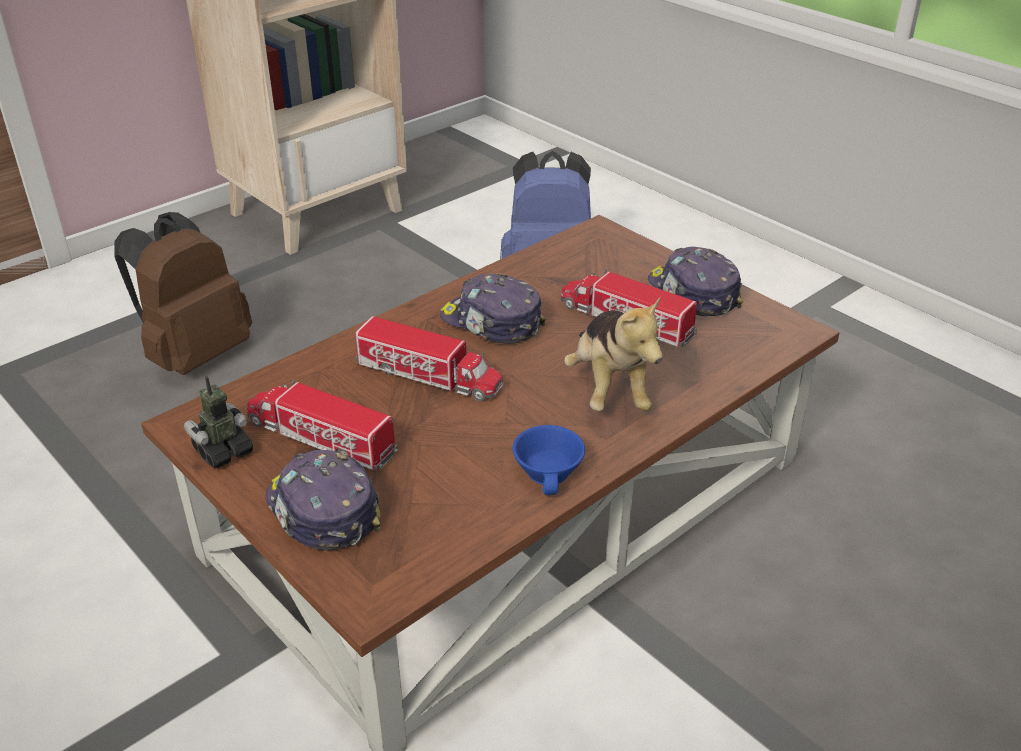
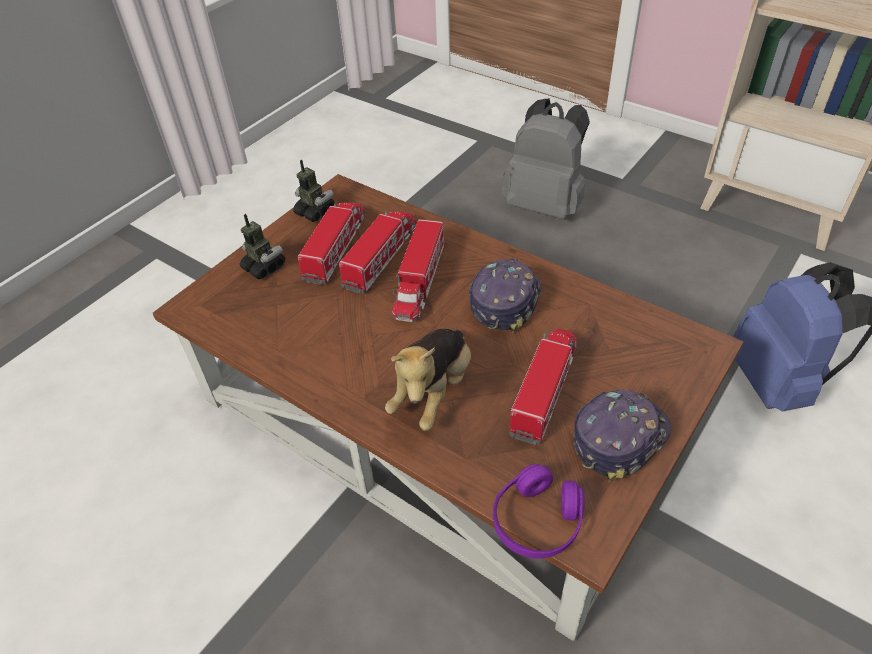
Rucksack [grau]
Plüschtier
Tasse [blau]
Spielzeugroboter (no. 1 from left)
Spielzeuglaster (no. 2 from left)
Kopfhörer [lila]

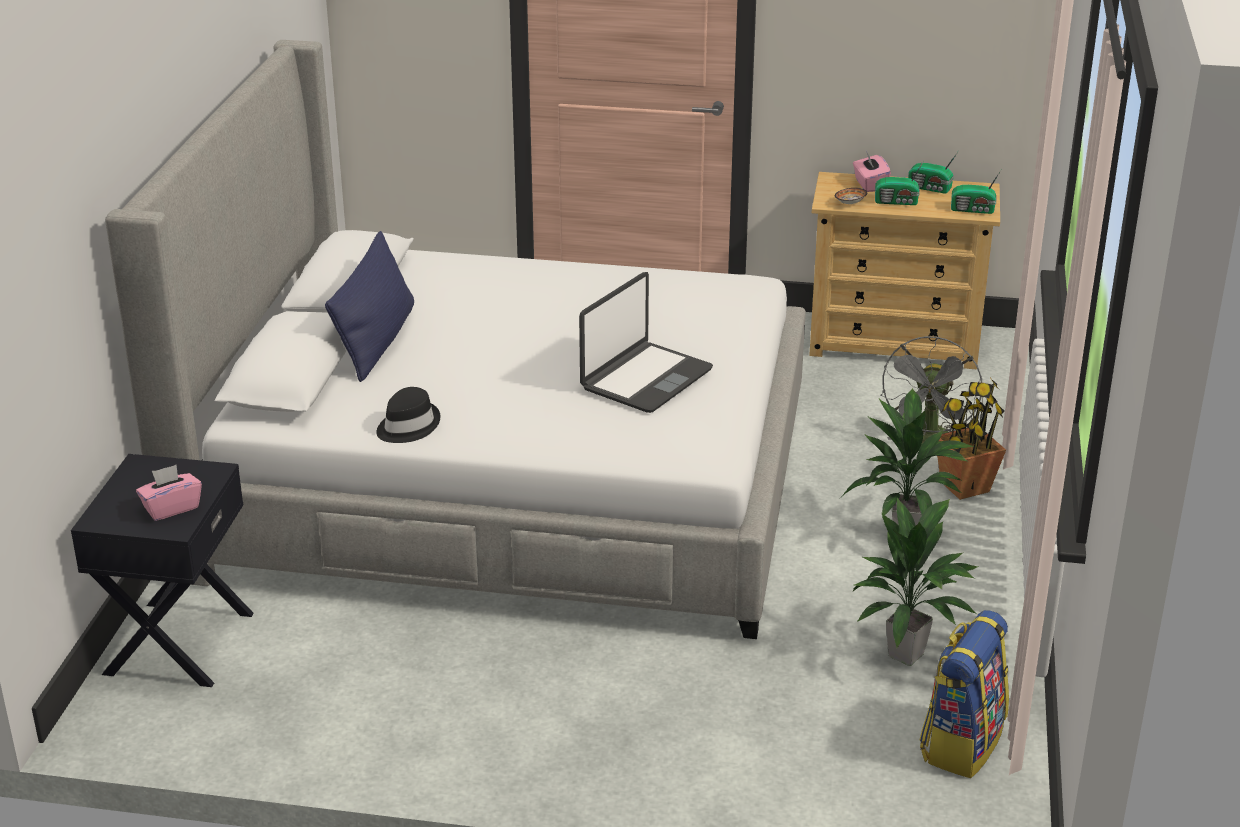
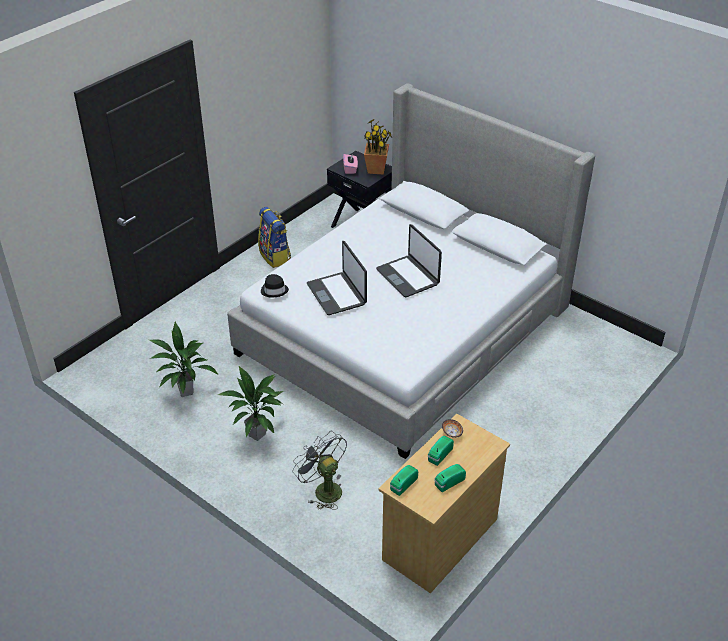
Taschentuchbox [rosa] (no. 2 from left in the first image)
Kissen [blau]
Topfpflanze (no. 3 from left)
Hut [schwarz]
Rucksack
Laptop (no. 2 from left)

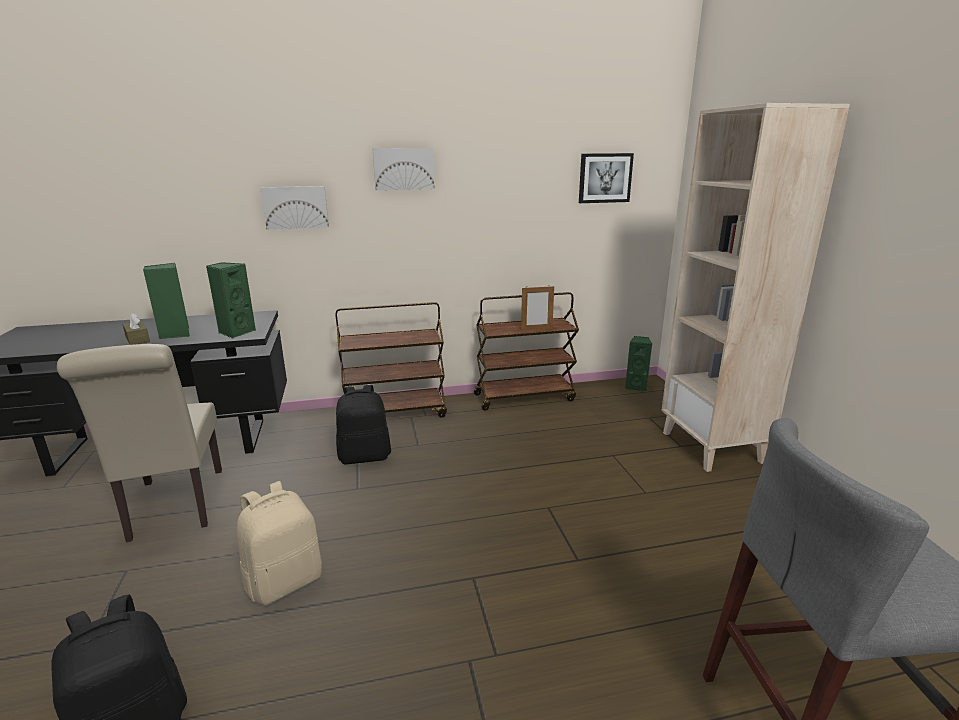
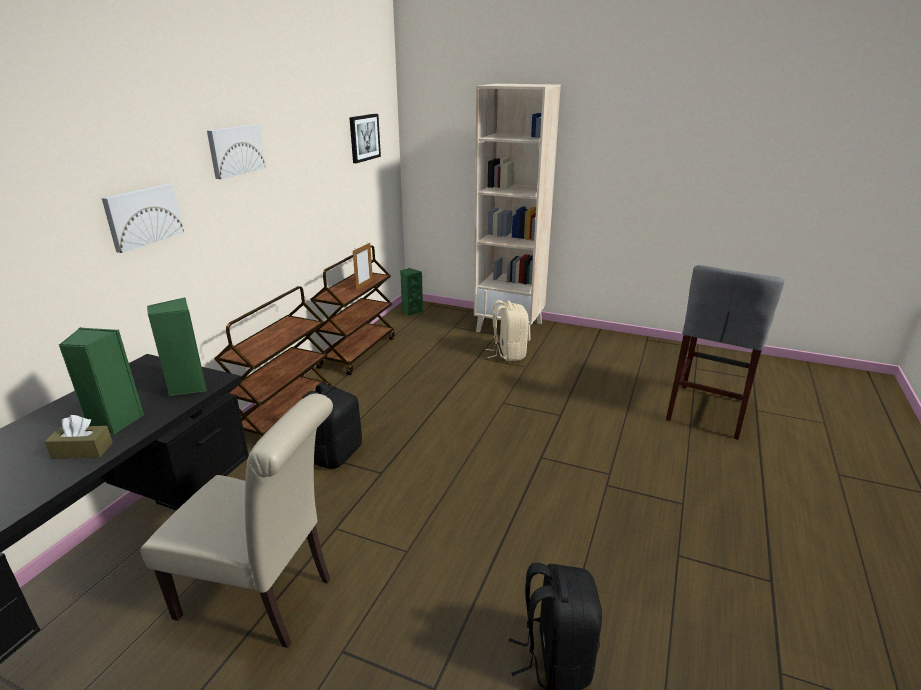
Rucksack [beige]

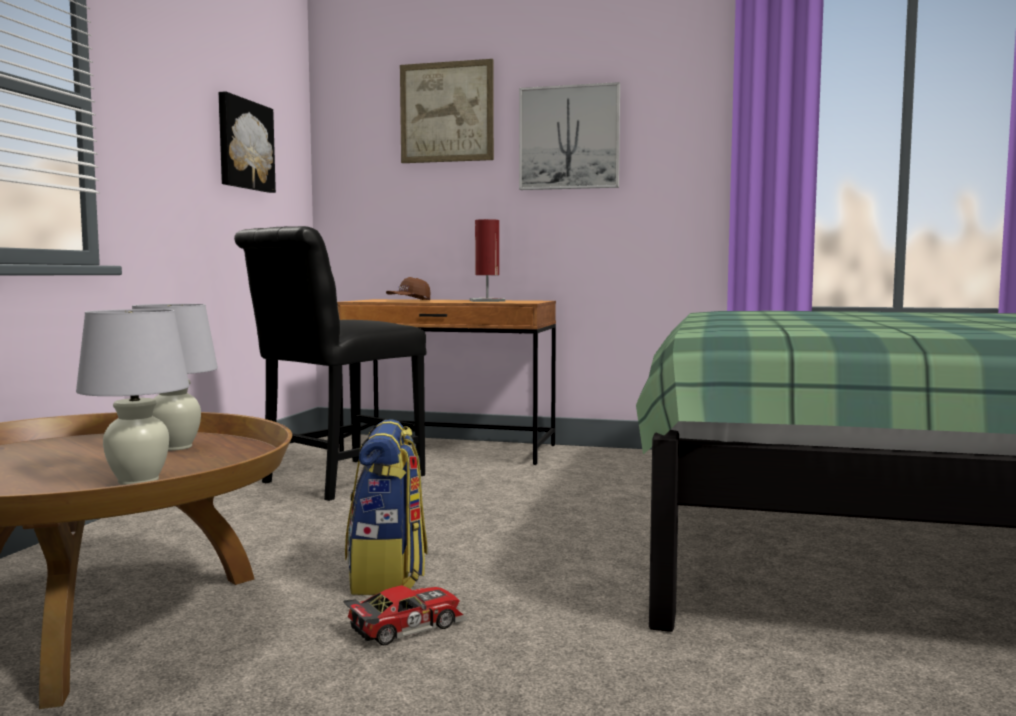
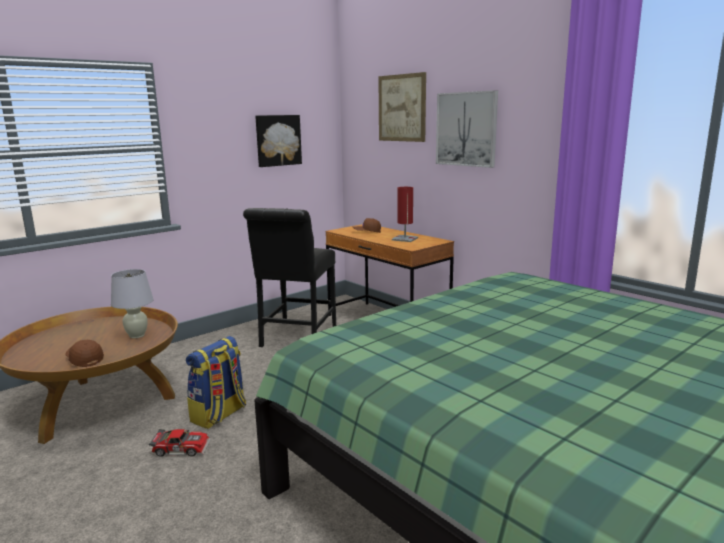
Stuhl [schwarz]
Kappe [braun] (no. 1 from left)

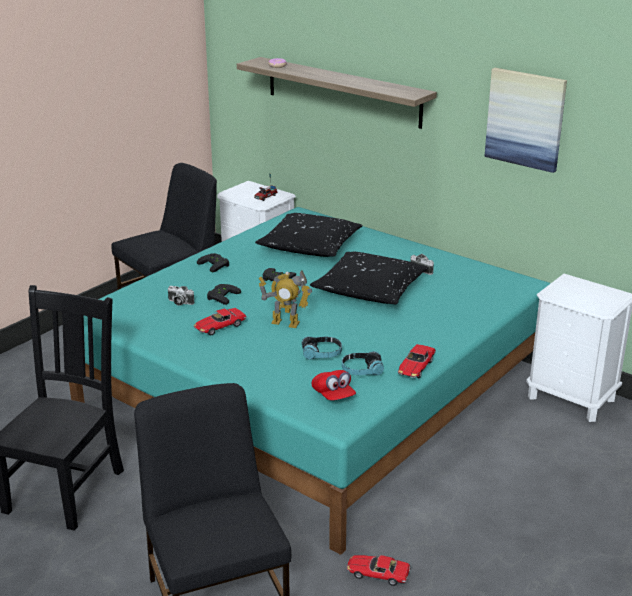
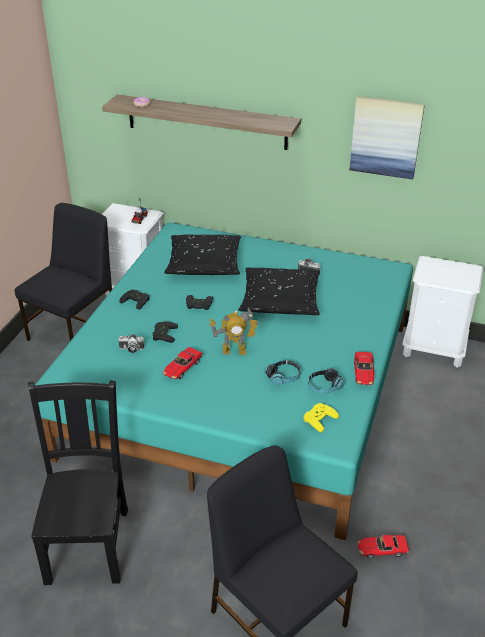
Gamepad [gelb]

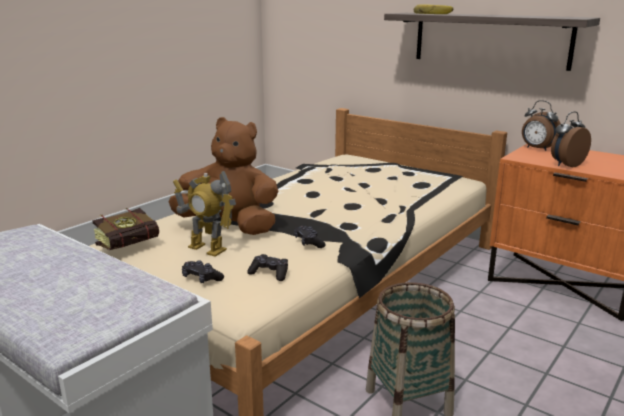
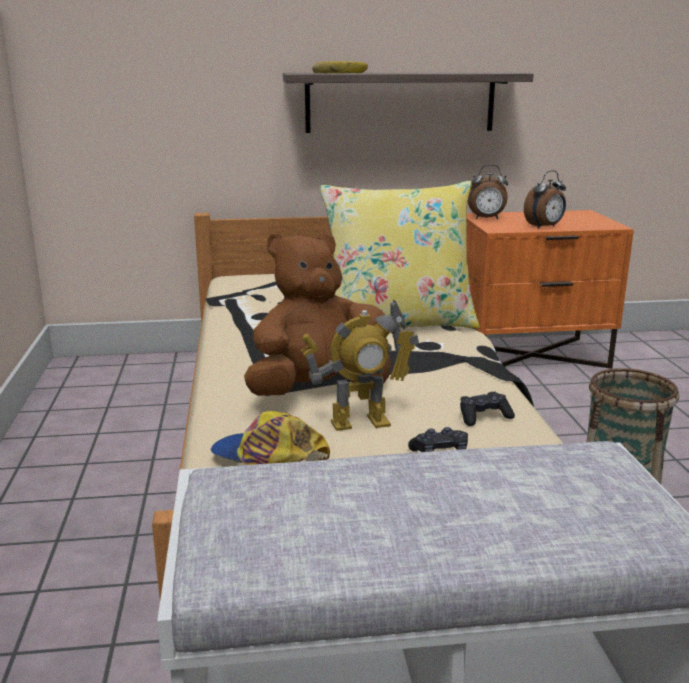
Wecker (no. 2 from left)
Kappe
Gamepad [schwarz] (no. 3 from left in the first image)
Kissen [gelb]

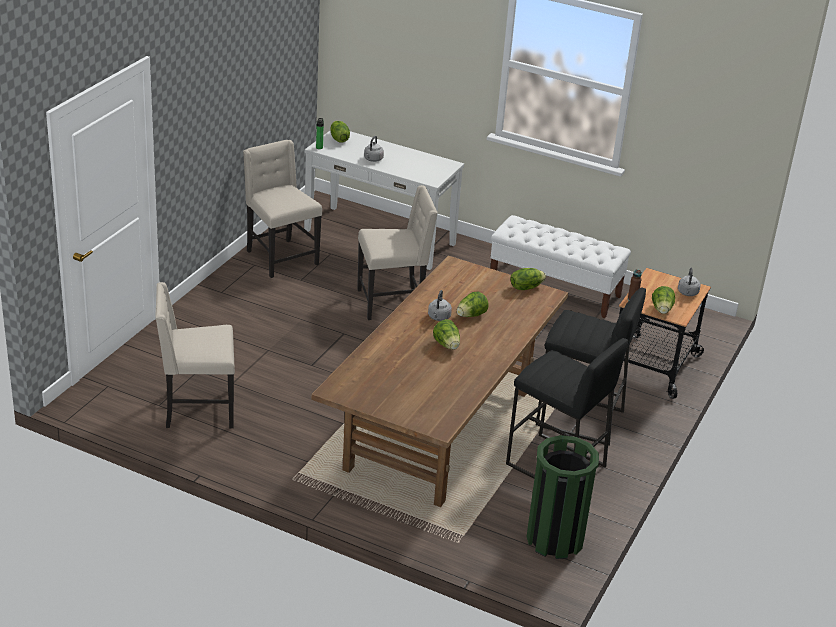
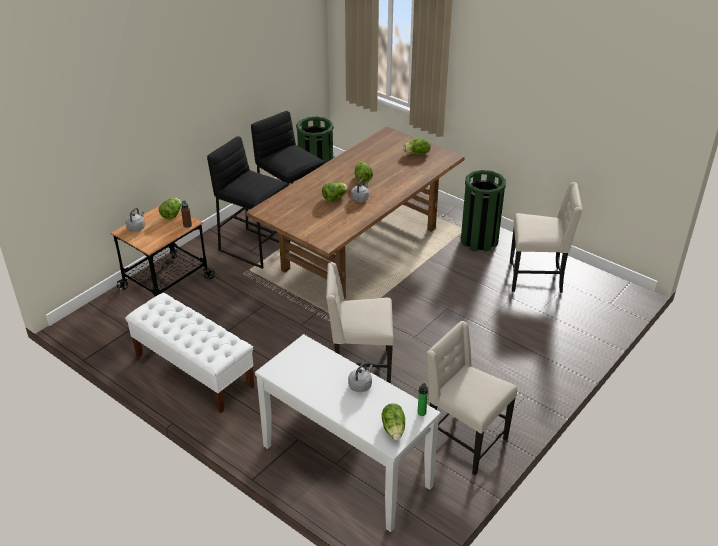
Stuhl [beige] (no. 2 from left)
Salatkopf (no. 5 from left)
Mülleimer [grün] (no. 2 from left)

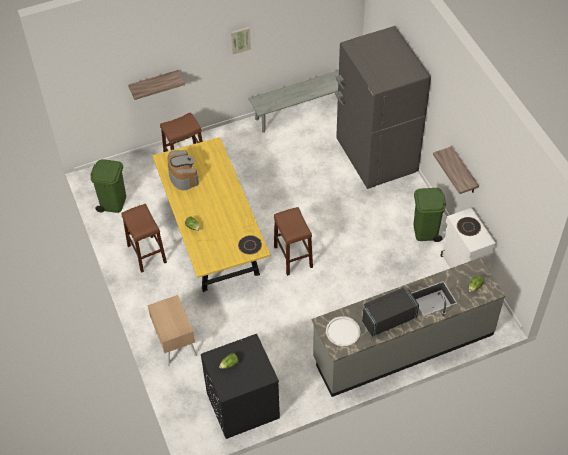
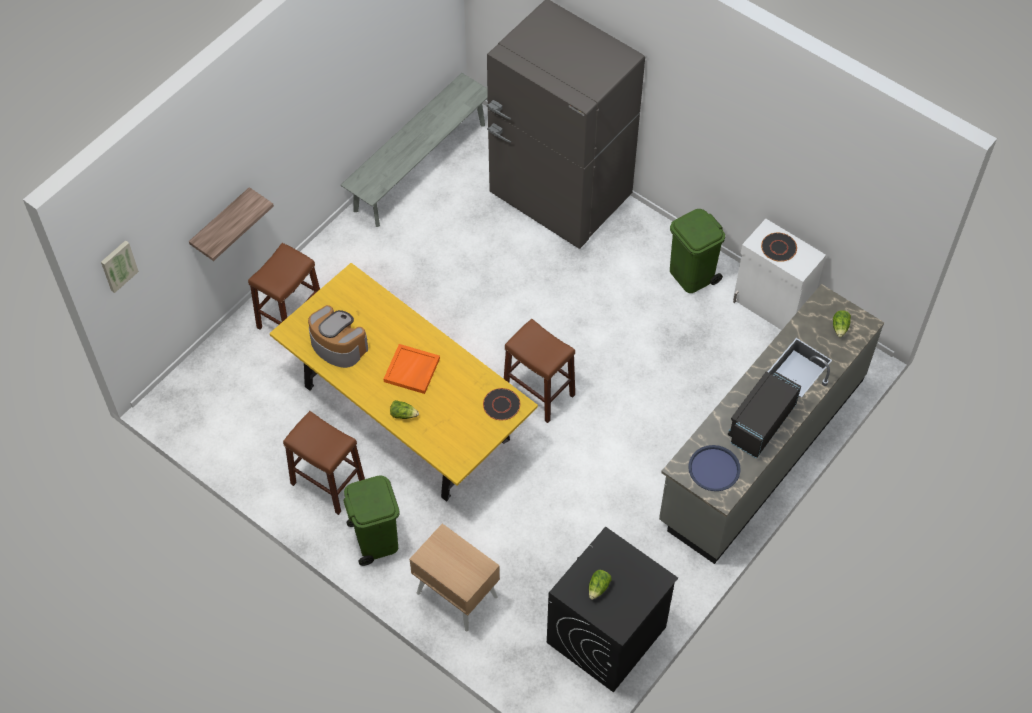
Bild
Wandregal (no. 2 from left in the first image)
Mülleimer [grün] (no. 1 from left)
Tablett [blau]
Tablett [orange]

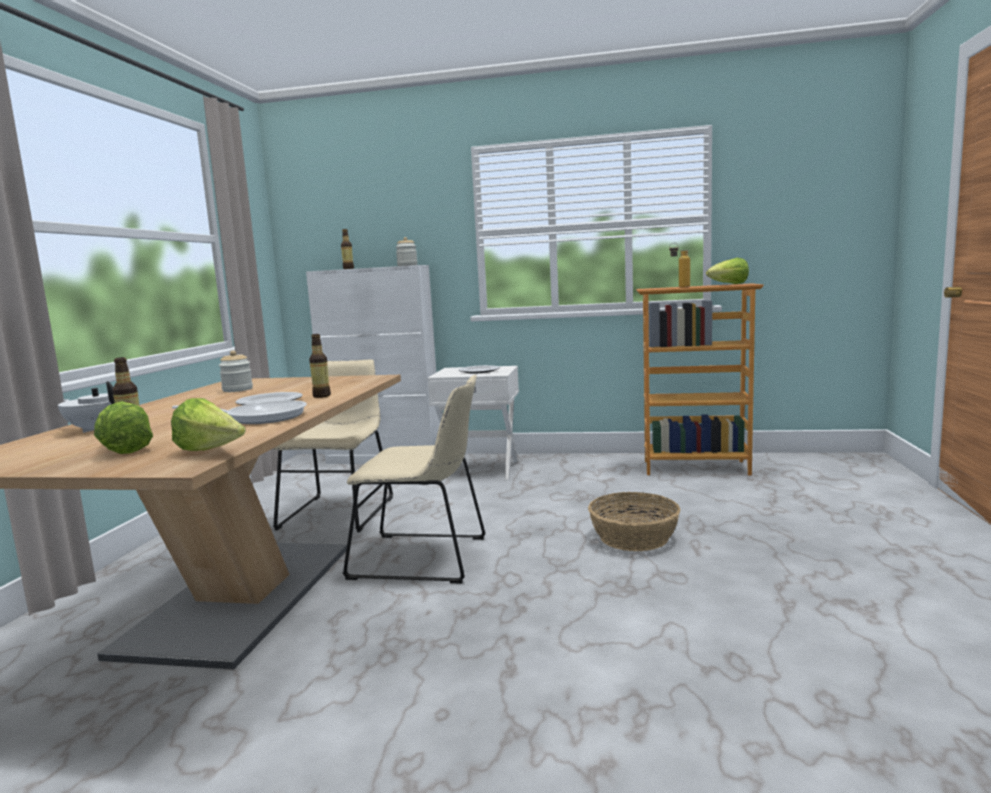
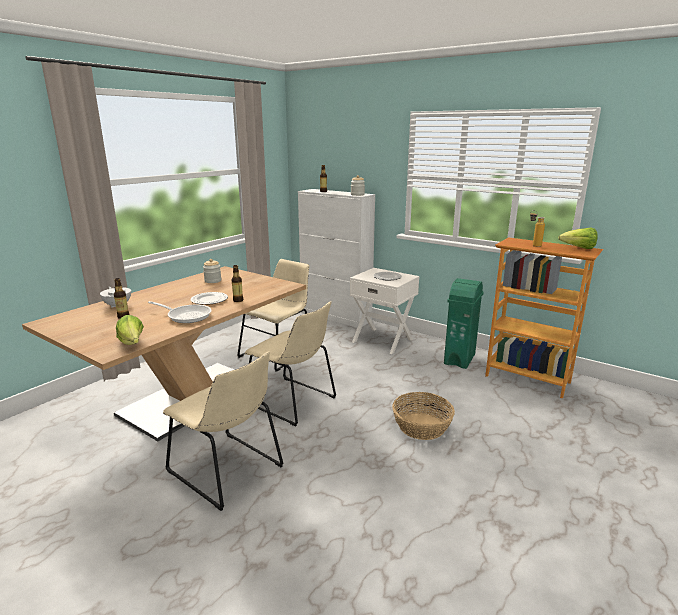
Salatkopf (no. 1 from left in the first image)
Mülleimer [grün]
Stuhl [beige] (no. 1 from left)

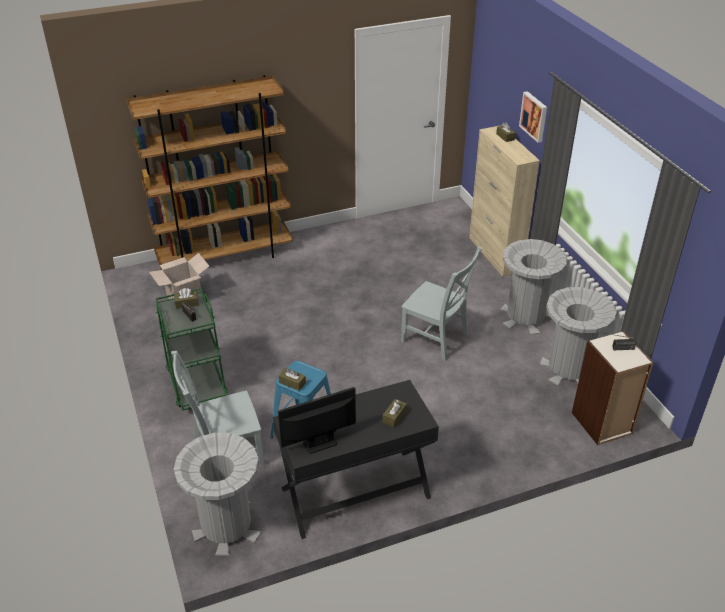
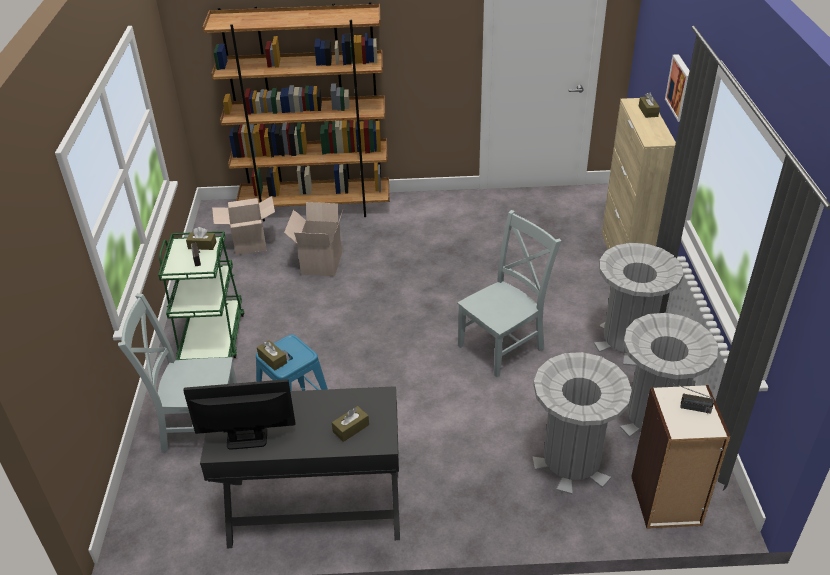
Stuhl [grau] (no. 2 from left)
Mülleimer [grau] (no. 1 from left)
Karton (no. 2 from left)

